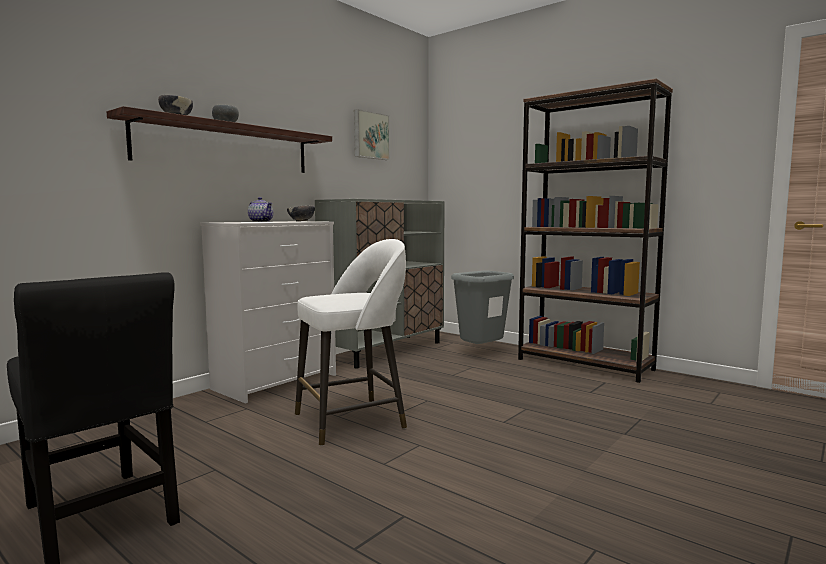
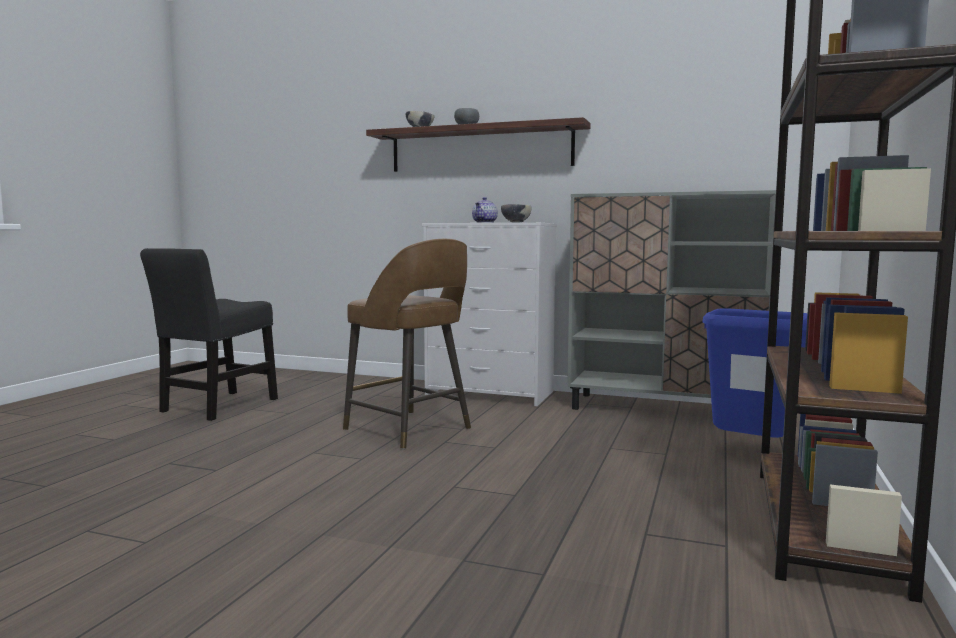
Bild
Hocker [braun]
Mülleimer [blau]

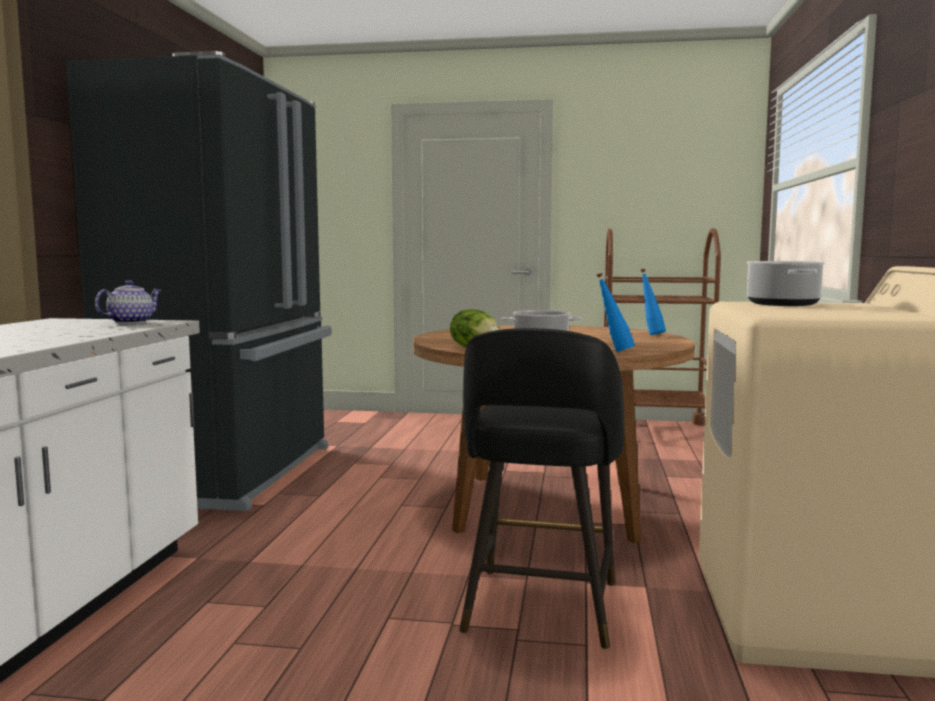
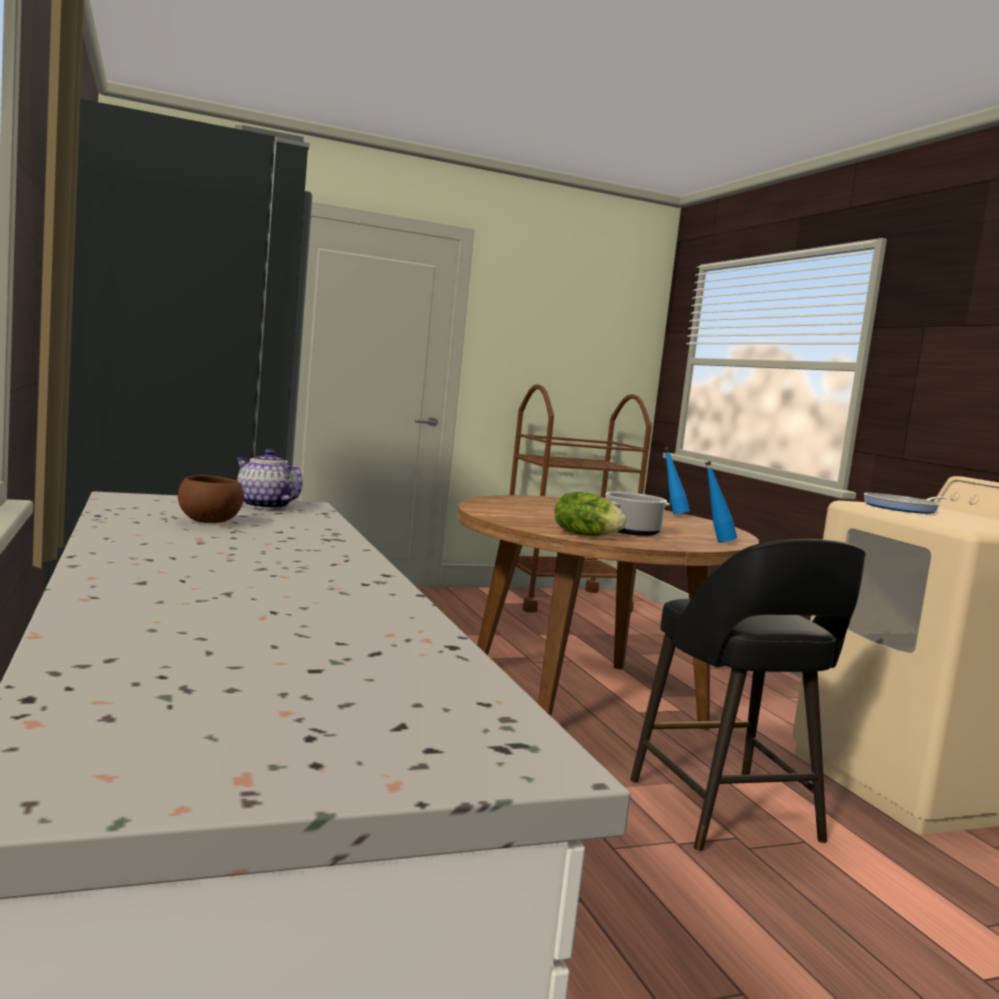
Pfanne
Teekanne
Schüssel [braun]

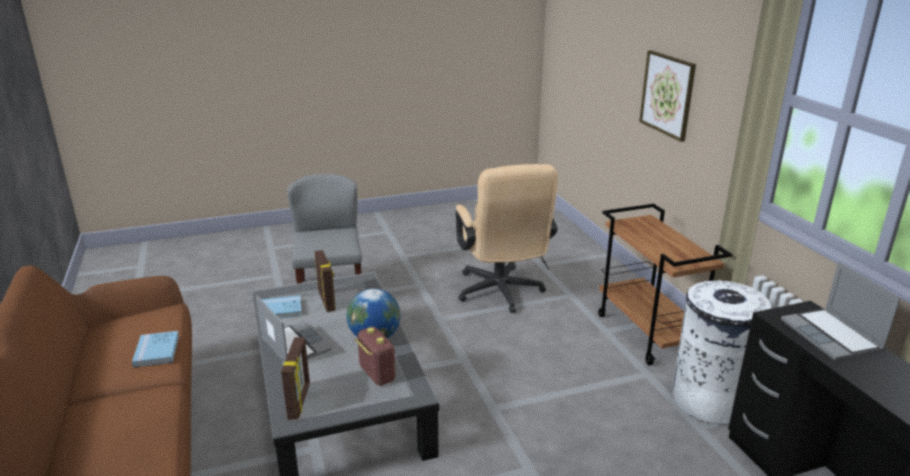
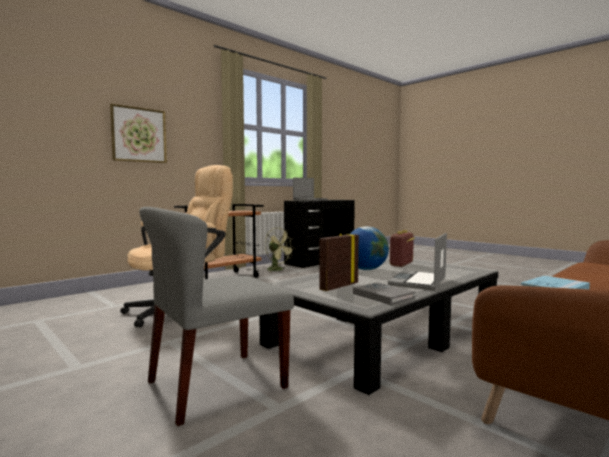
Ventilator [grün]
Buch [grau]
Bilderrahmen (no. 1 from left in the first image)

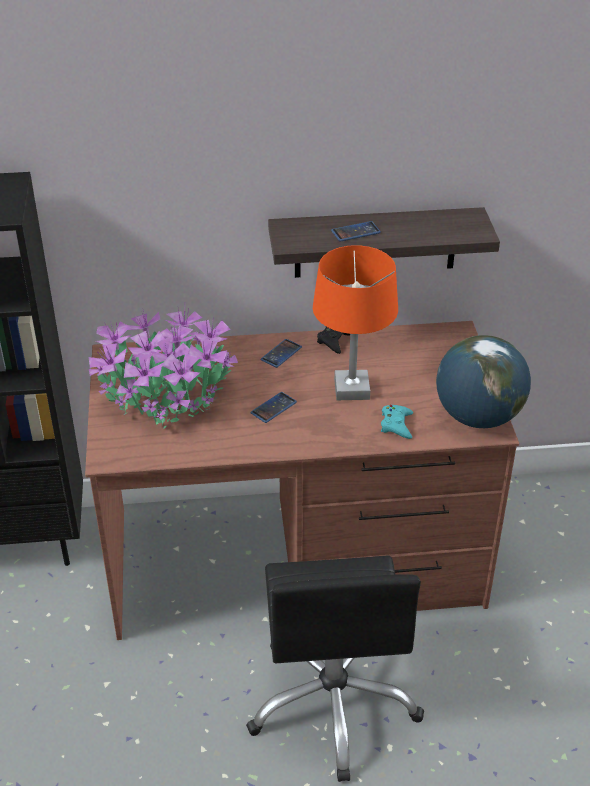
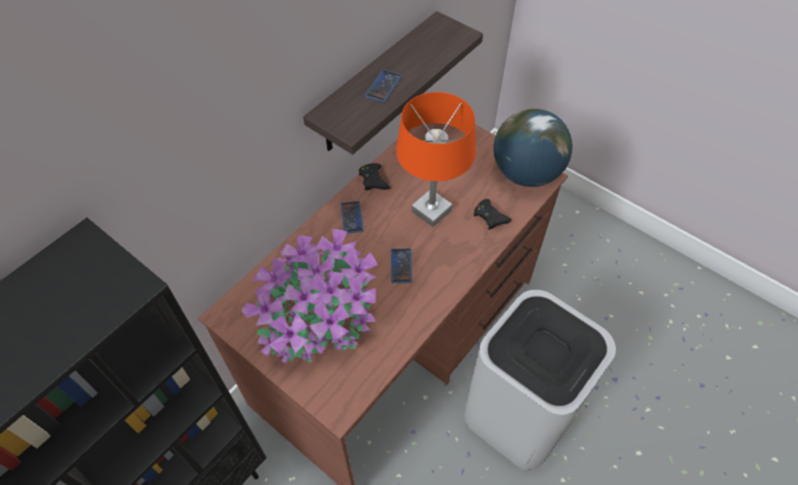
Gamepad [schwarz] (no. 2 from left)
Mülleimer [weiß]

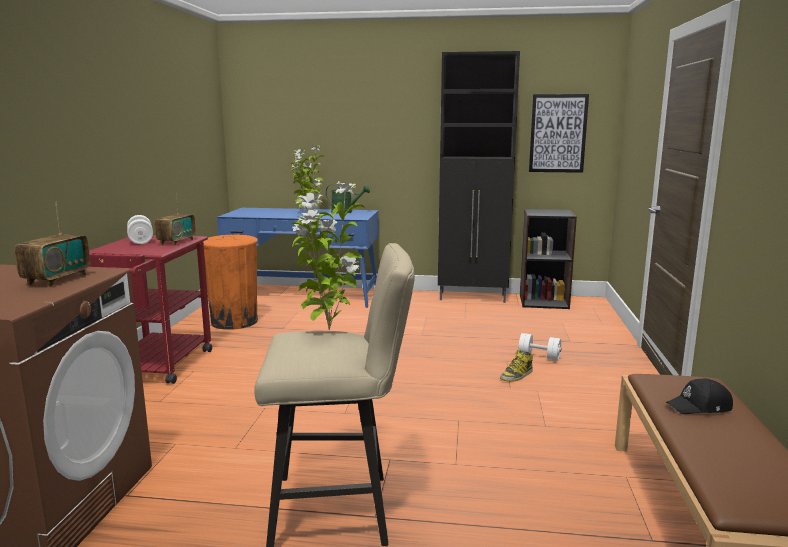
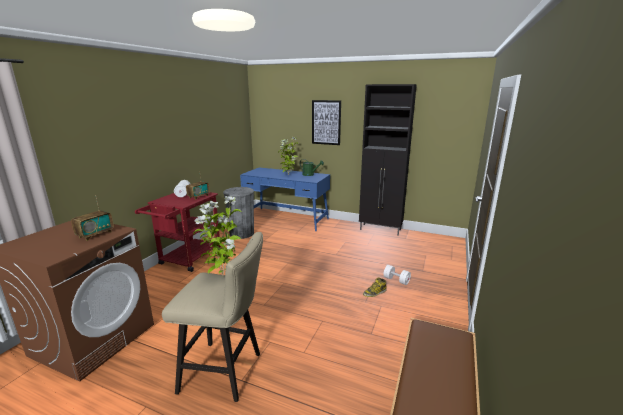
Bild
Bücherregal [schwarz]
Mülleimer [grau]
Kappe [schwarz]

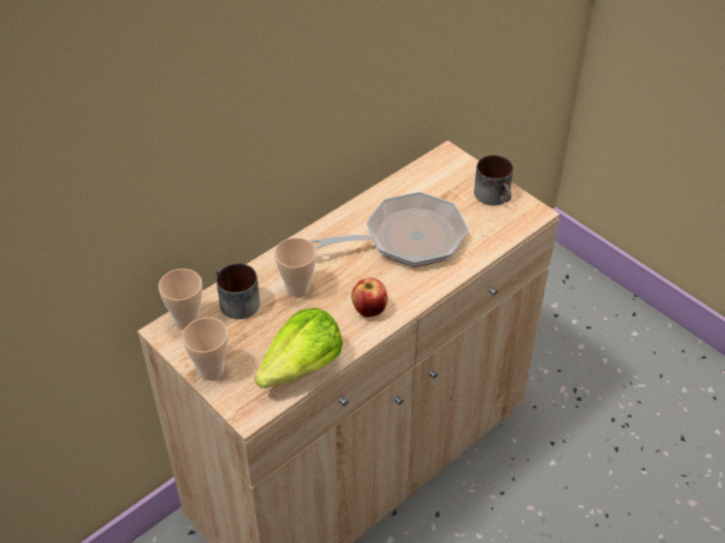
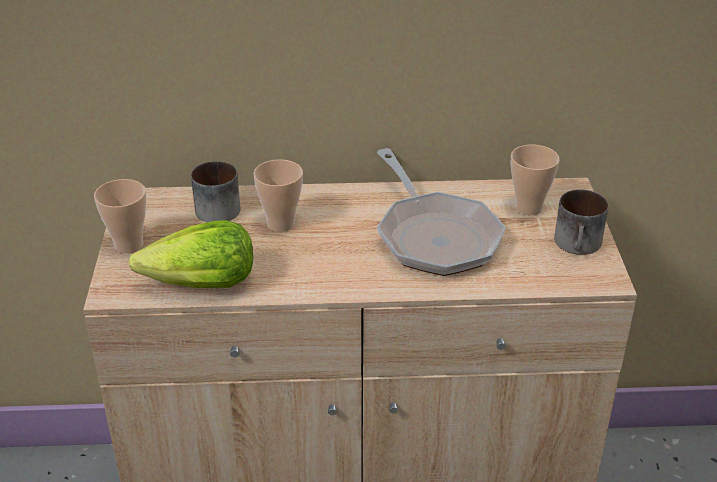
Pfanne
Tasse (no. 3 from left)
Apfel

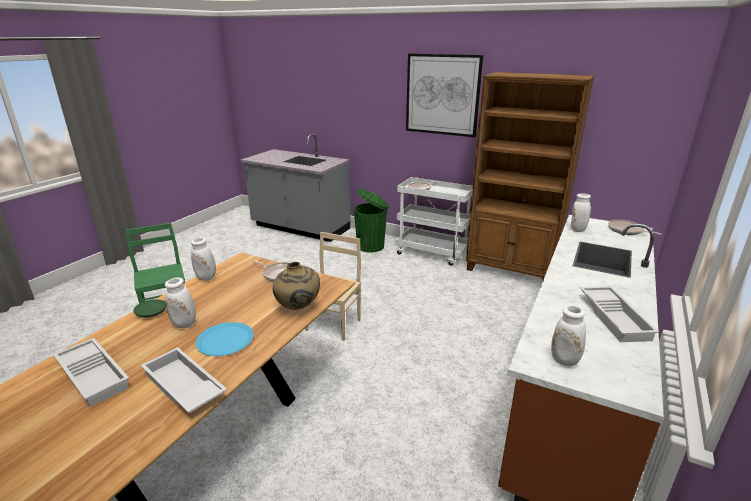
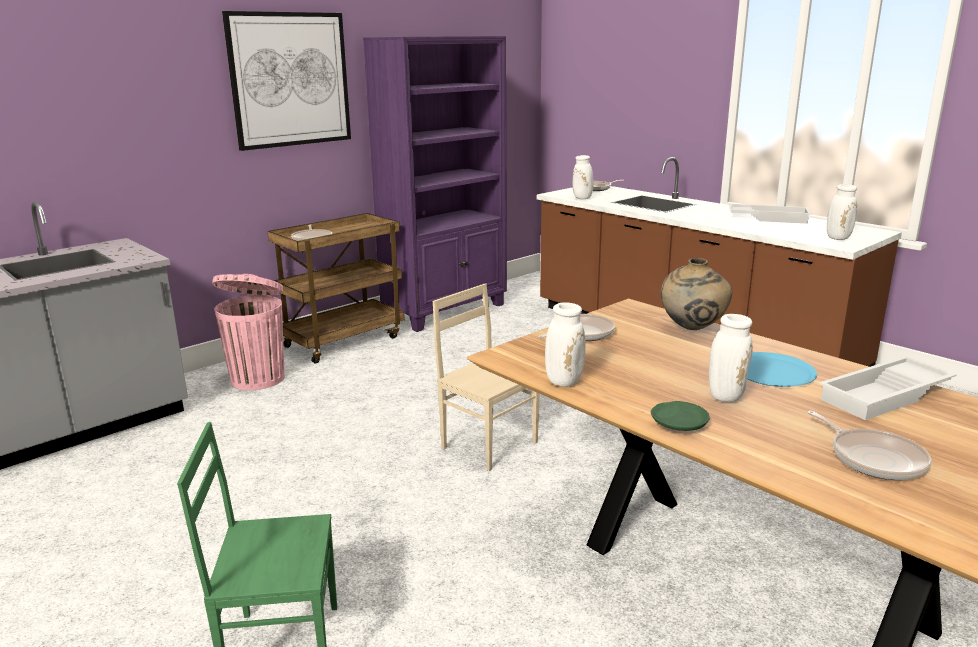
Bücherregal [lila]
Rollwagen [braun]
Mülleimer [rosa]
Pfanne (no. 4 from left)

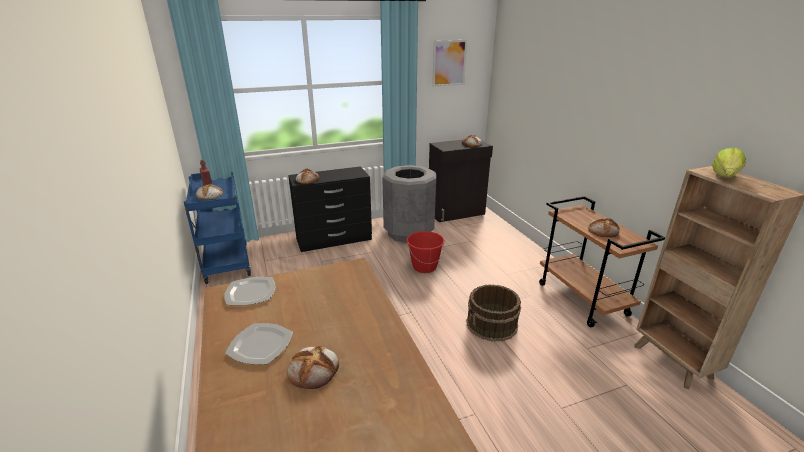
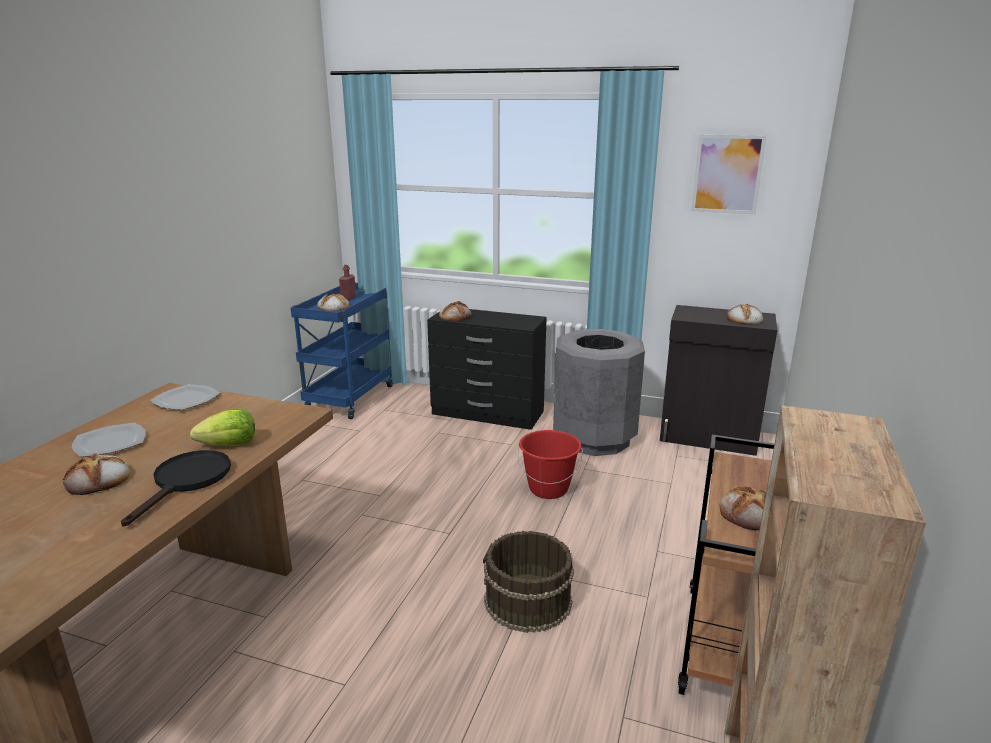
Salatkopf
Pfanne [schwarz]

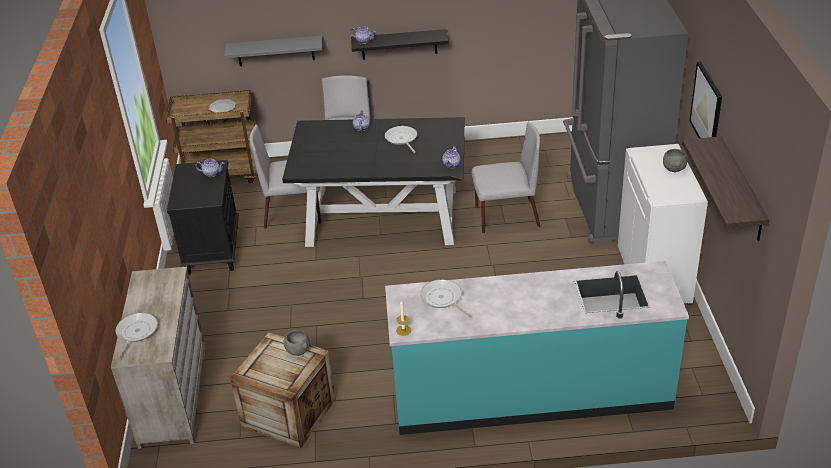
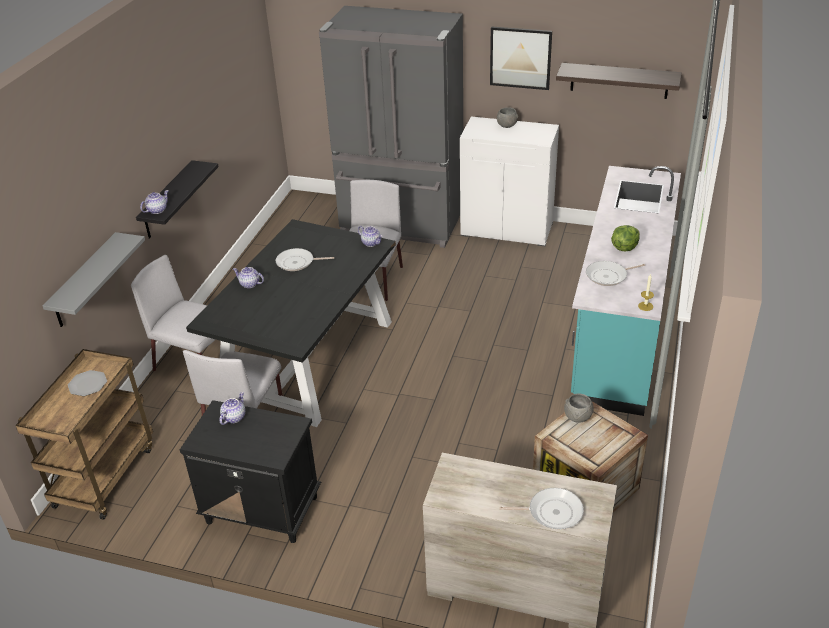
Pfanne (no. 2 from left)
Salatkopf

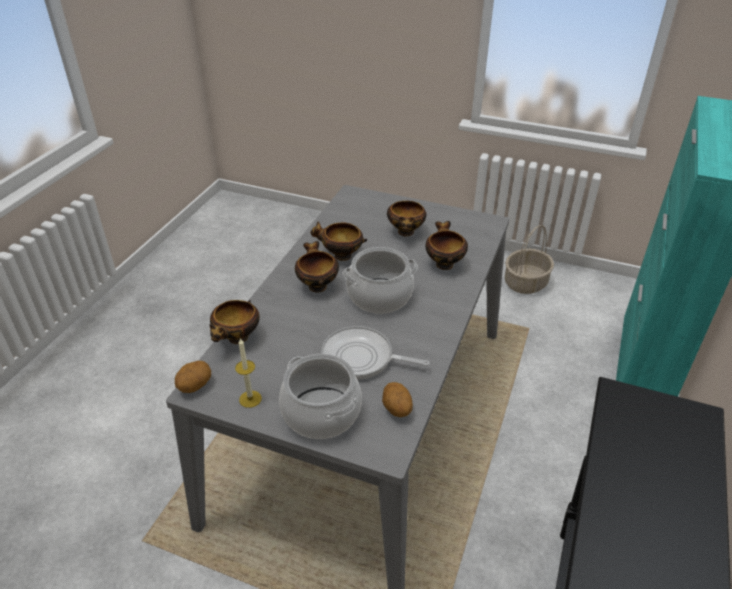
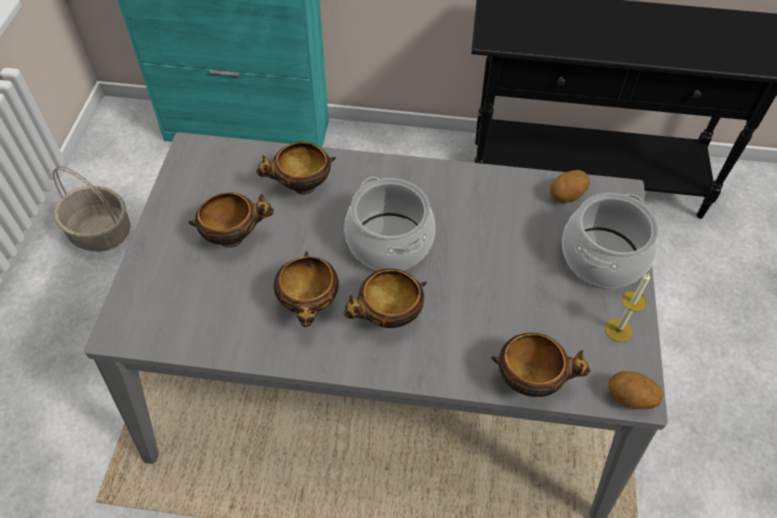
Pfanne

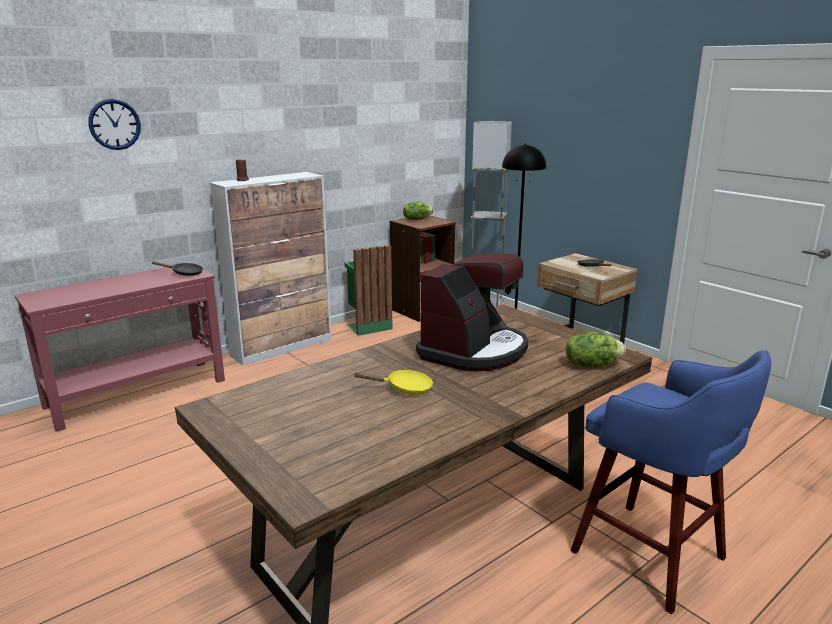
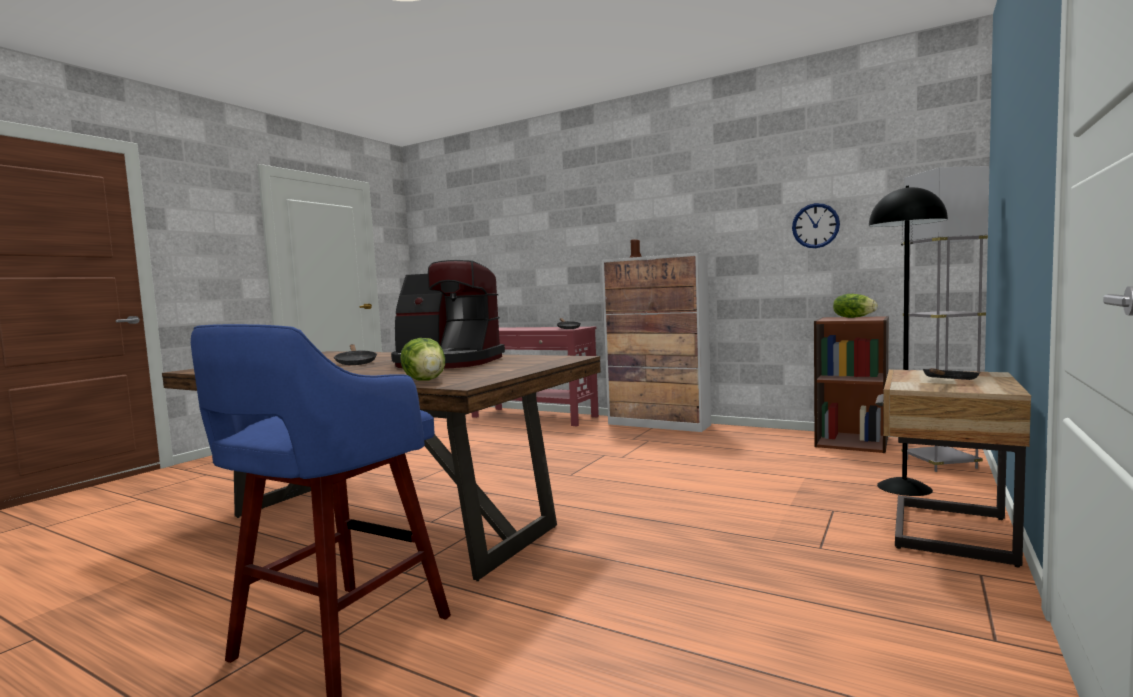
Wanduhr
Mülleimer [grün]
Pfanne [schwarz] (no. 1 from left)

